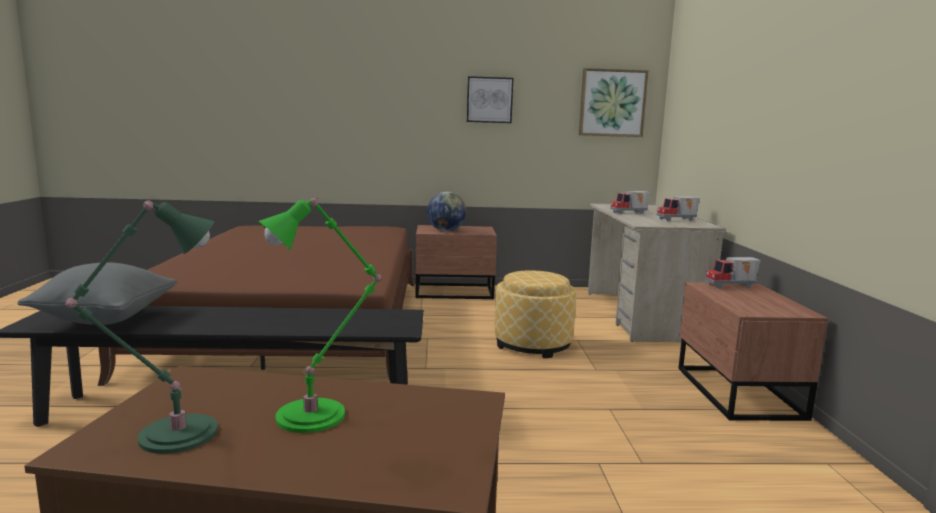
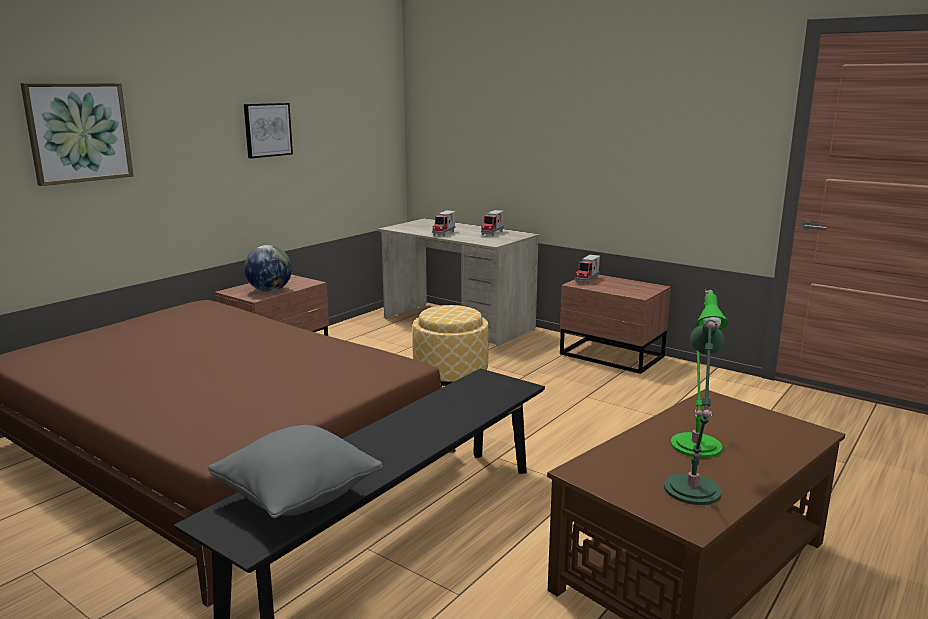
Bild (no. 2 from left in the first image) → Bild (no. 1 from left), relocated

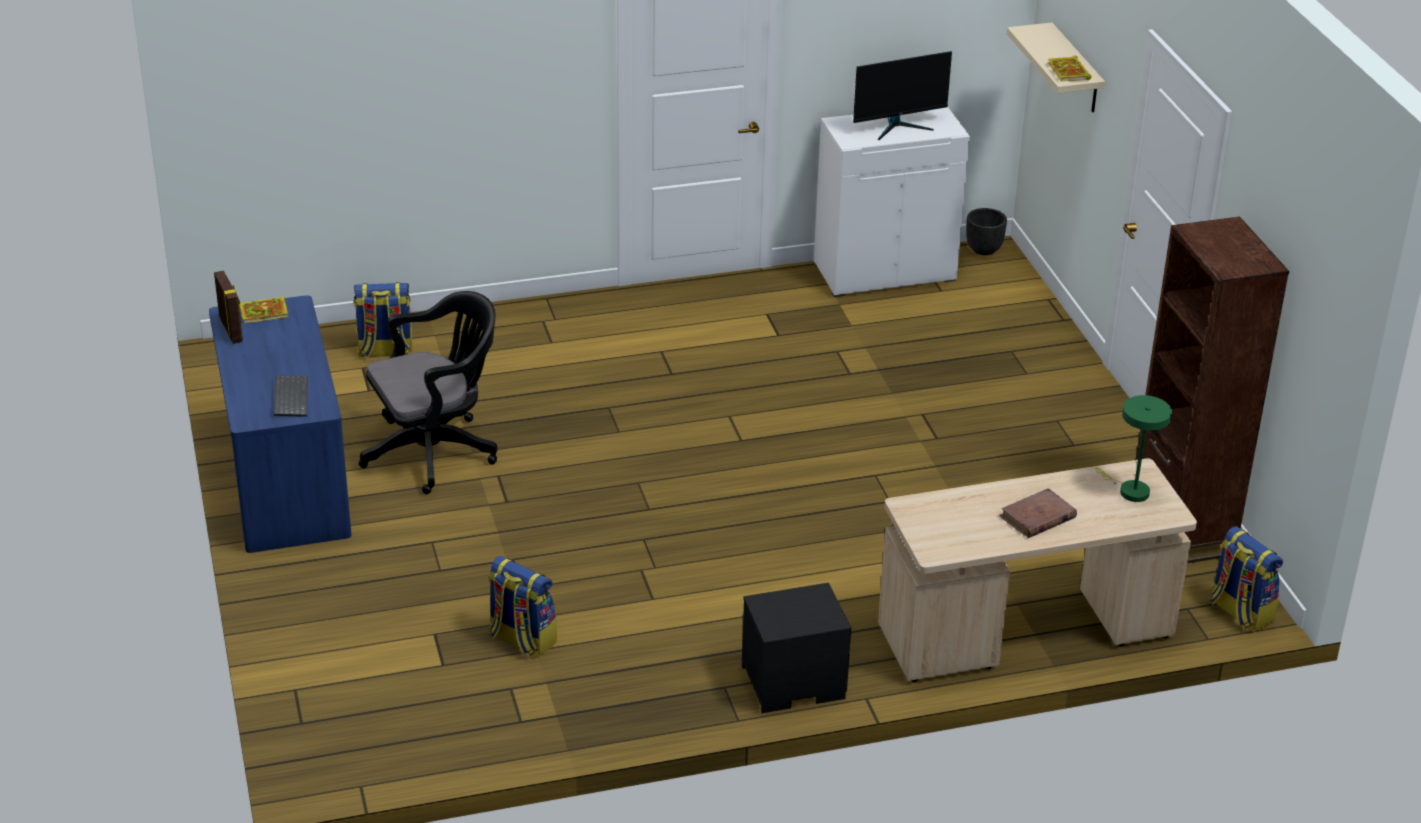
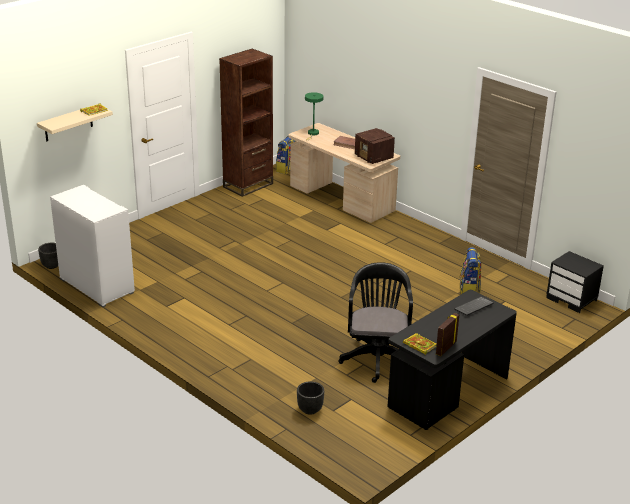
Rucksack (no. 1 from left) → Pflanzkübel [schwarz] (no. 2 from left)
Bürostuhl [schwarz], 60 degrees clockwise
- → Radio
Schreibtisch [blau] → Schreibtisch [schwarz]
Nachttisch [schwarz], relocated
Monitor → -

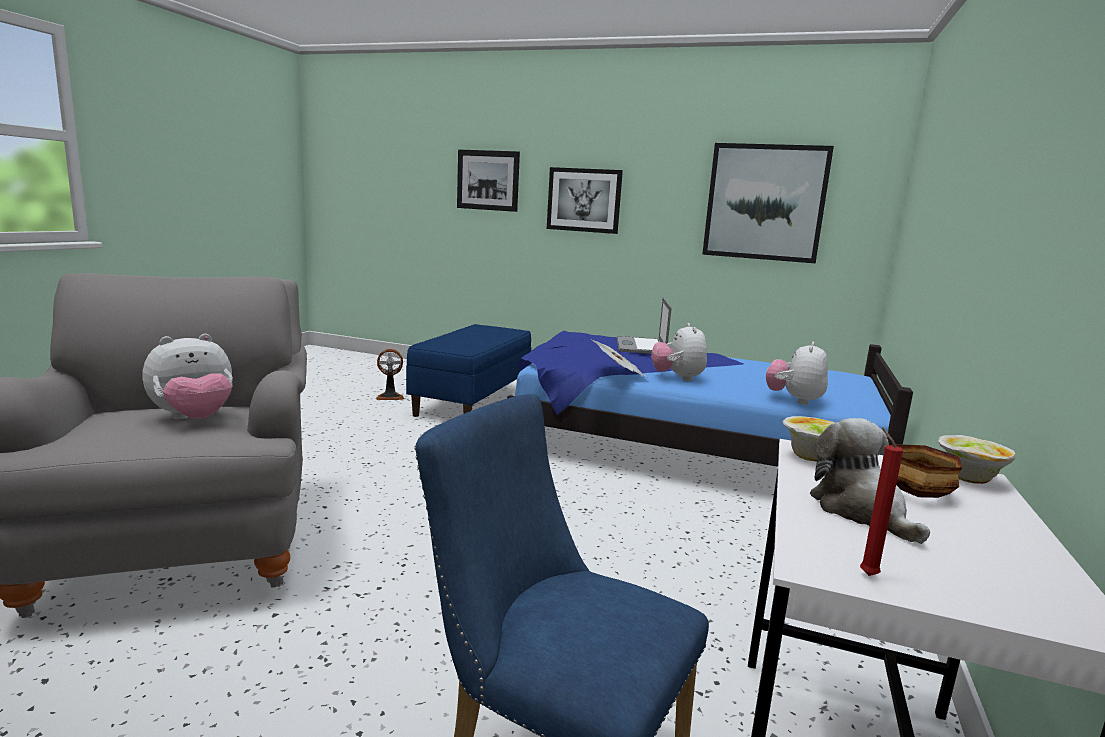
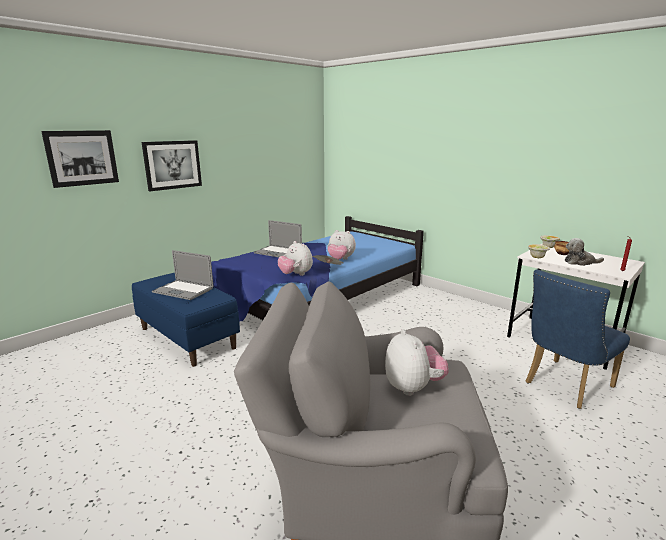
- → Laptop (no. 1 from left)
Plüschtier (no. 3 from left in the first image) → Plüschtier (no. 1 from left), relocated
Ventilator → -
Bild (no. 3 from left) → -

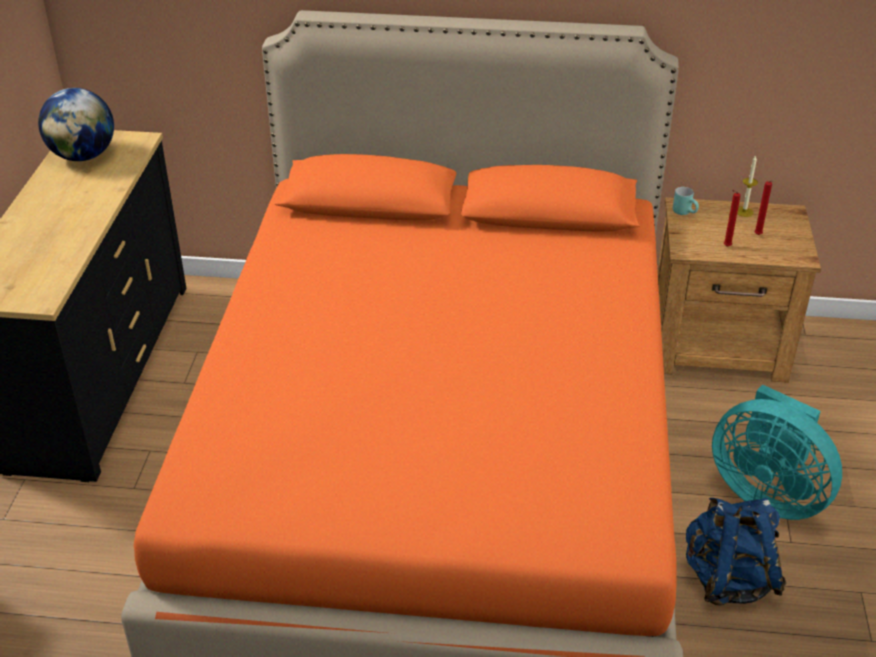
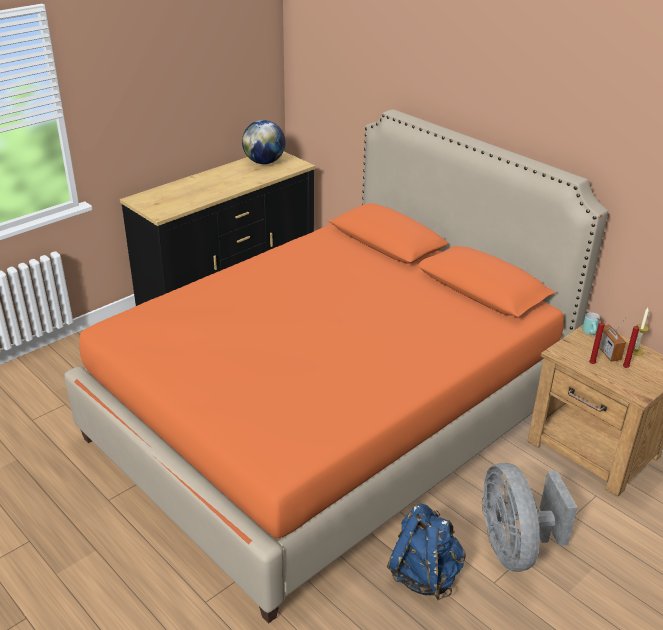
Ventilator [türkis] → Ventilator [grau]
- → Radio

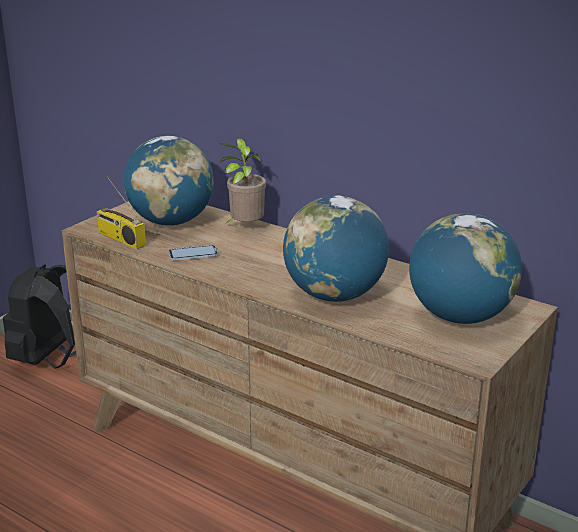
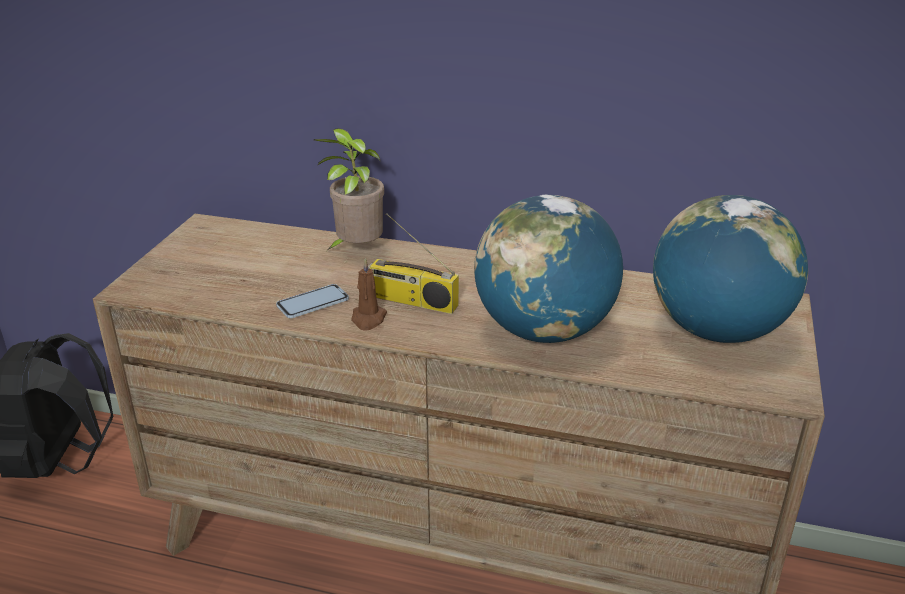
- → Kerze [braun]
Radio, relocated
Globus (no. 1 from left) → -

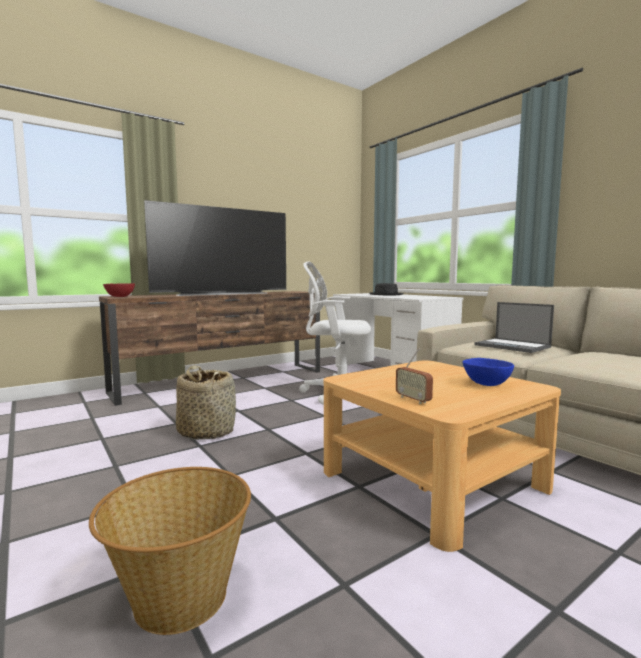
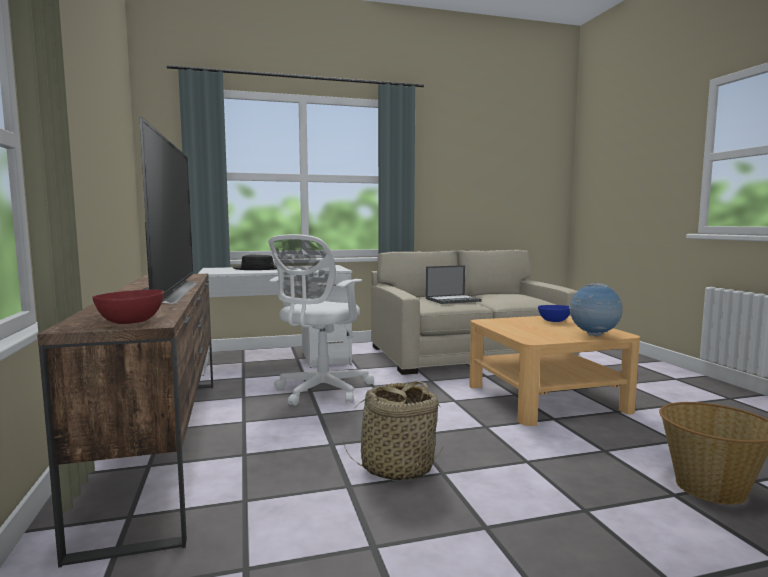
Radio → Globus

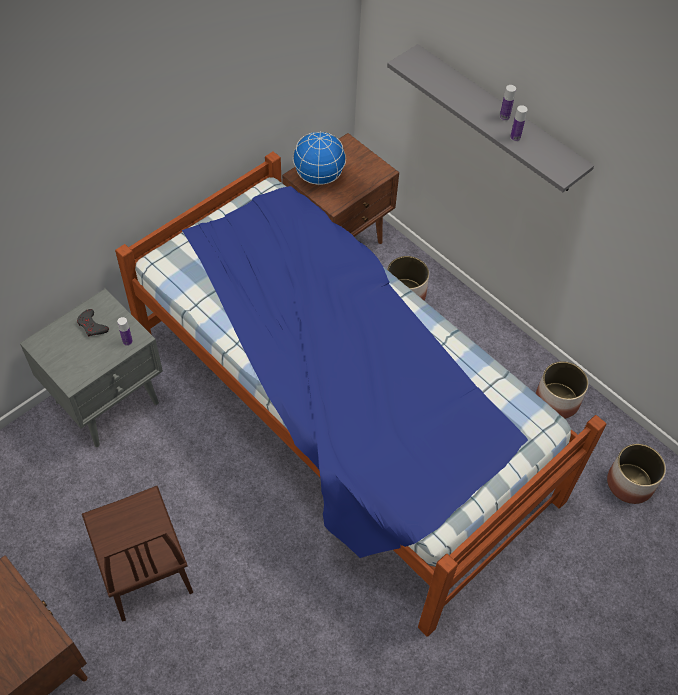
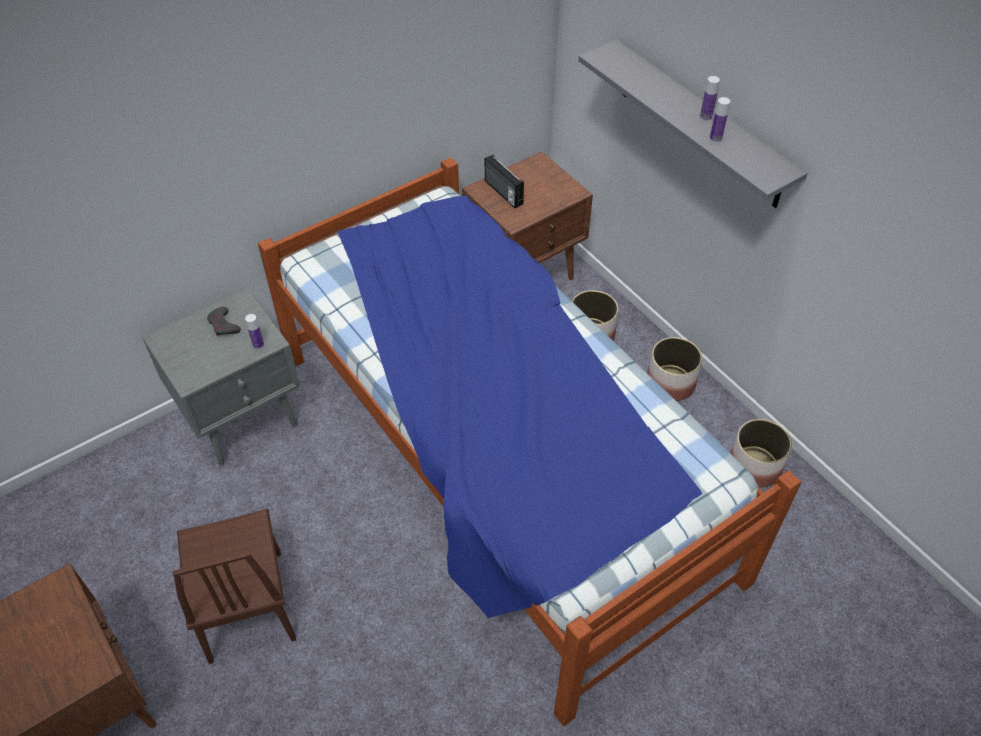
Globus → Radio
Pflanzkübel (no. 3 from left in the first image) → Pflanzkübel (no. 2 from left), relocated

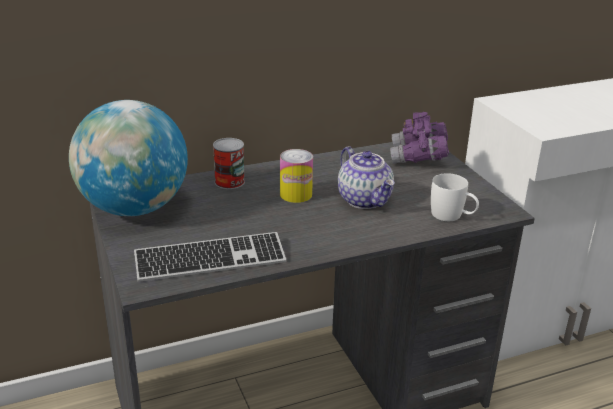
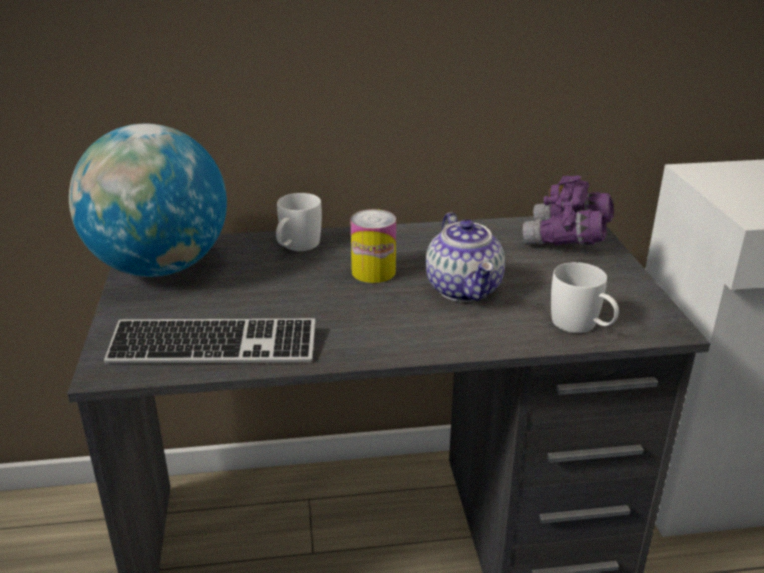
Dose (no. 1 from left) → Henkelbecher [weiß] (no. 1 from left)

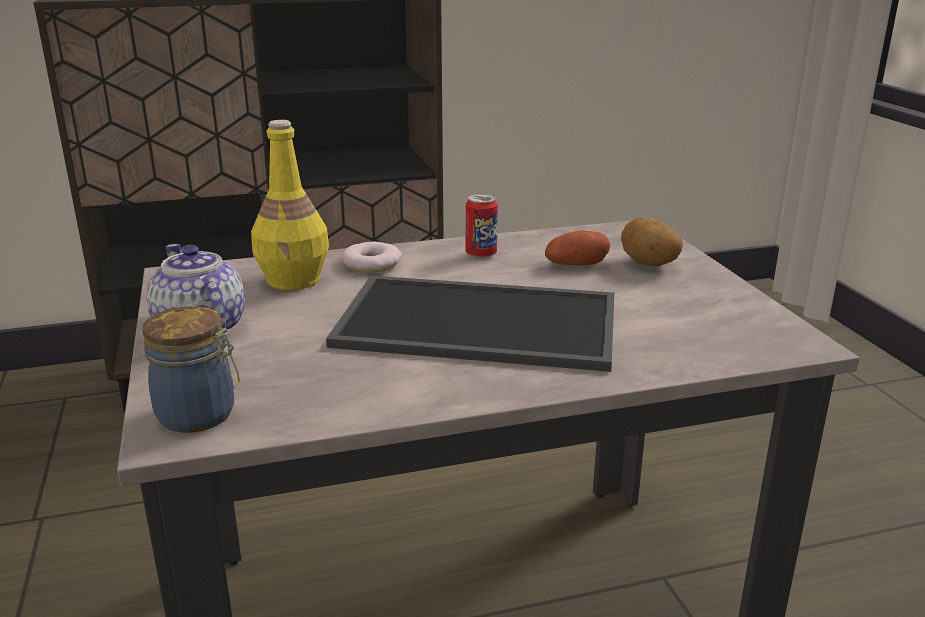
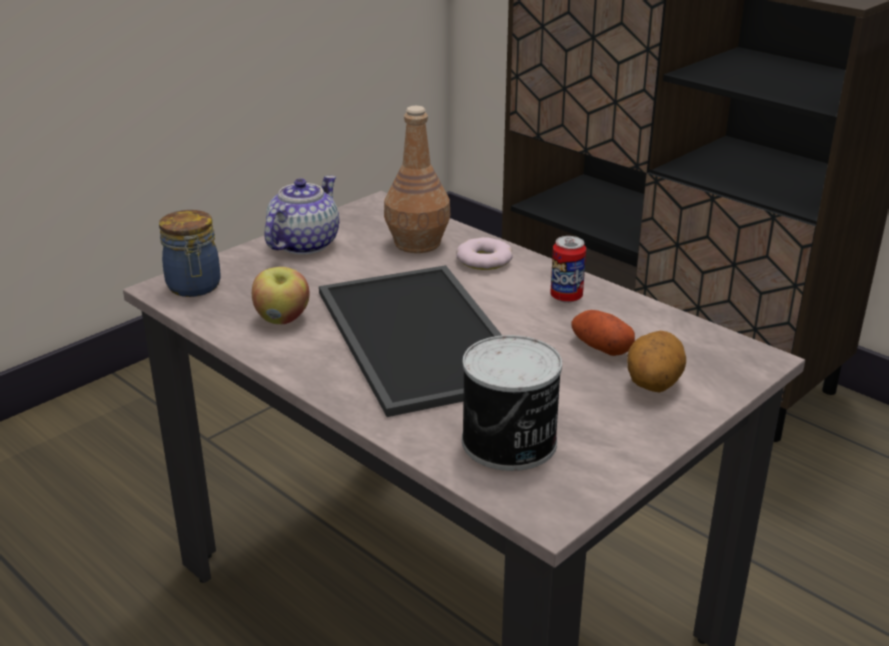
- → Apfel
Flasche [gelb] → Flasche [braun]
- → Dose (no. 1 from left)

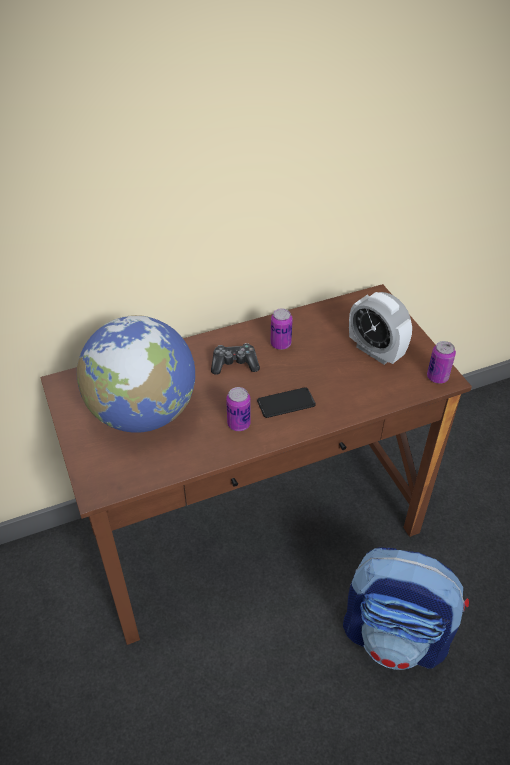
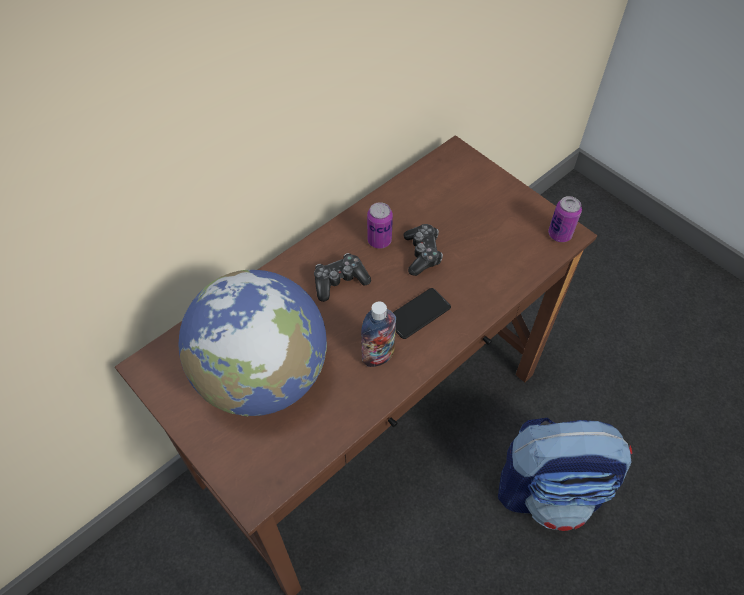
Dose (no. 1 from left) → Flasche
- → Gamepad (no. 2 from left)
Wecker → -

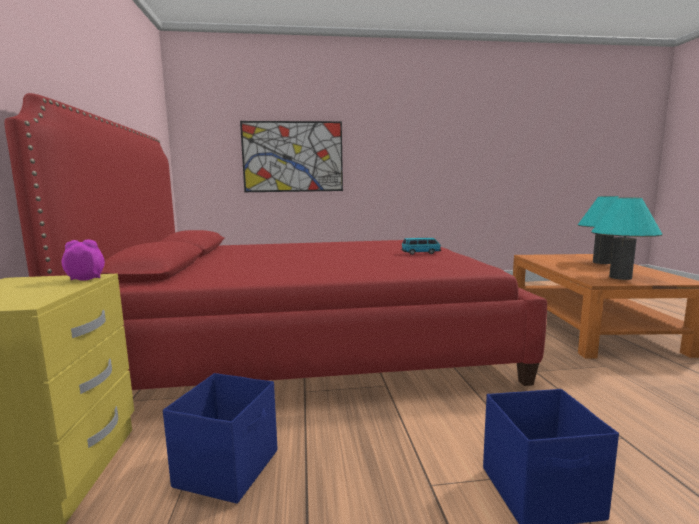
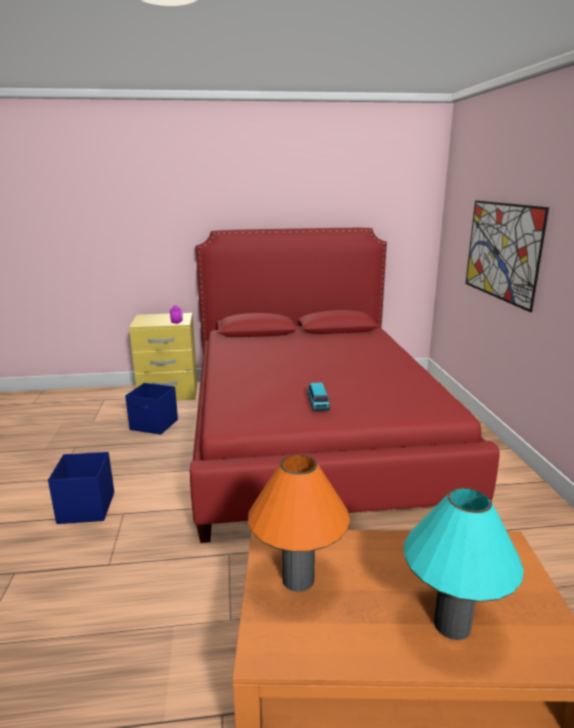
Tischlampe [türkis] (no. 2 from left) → Tischlampe [orange]

